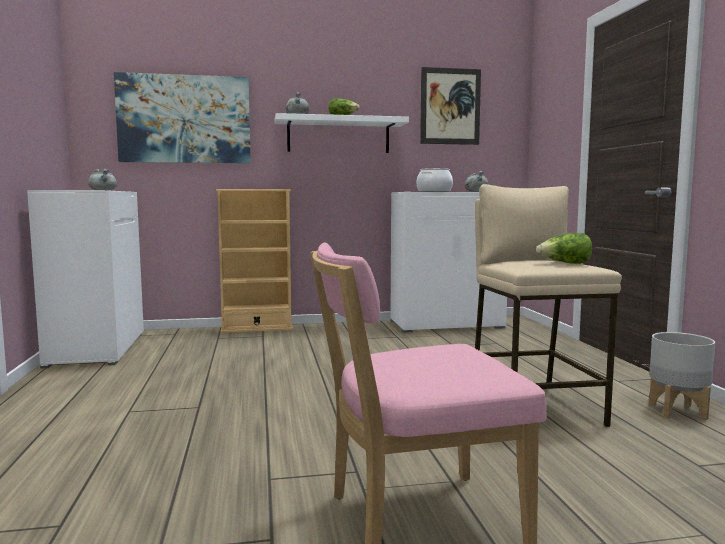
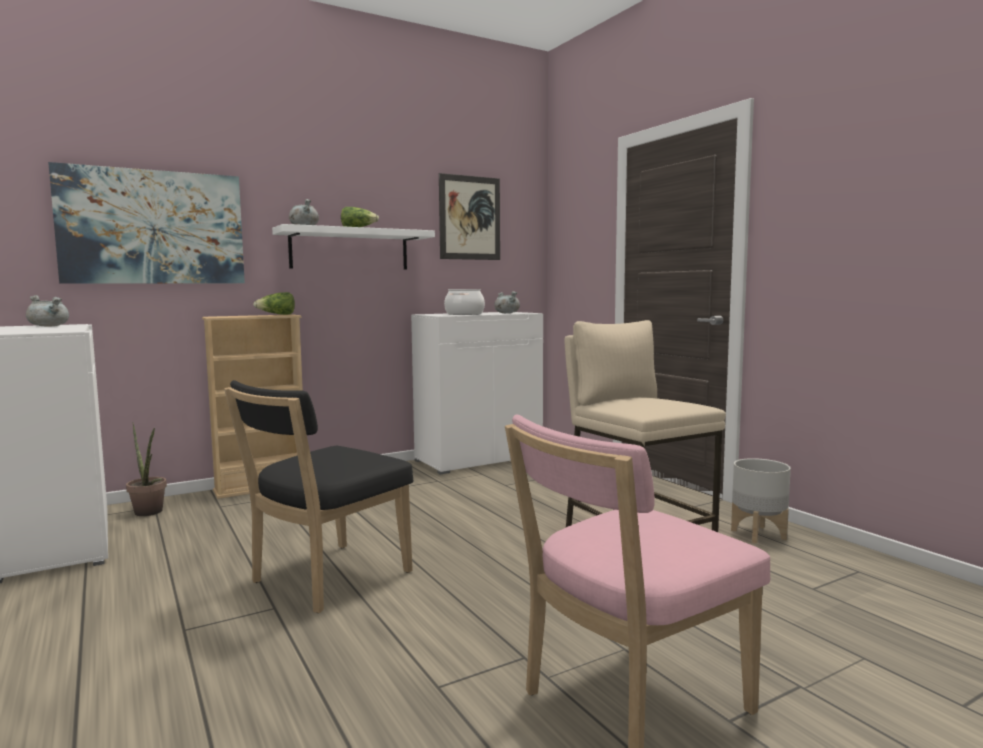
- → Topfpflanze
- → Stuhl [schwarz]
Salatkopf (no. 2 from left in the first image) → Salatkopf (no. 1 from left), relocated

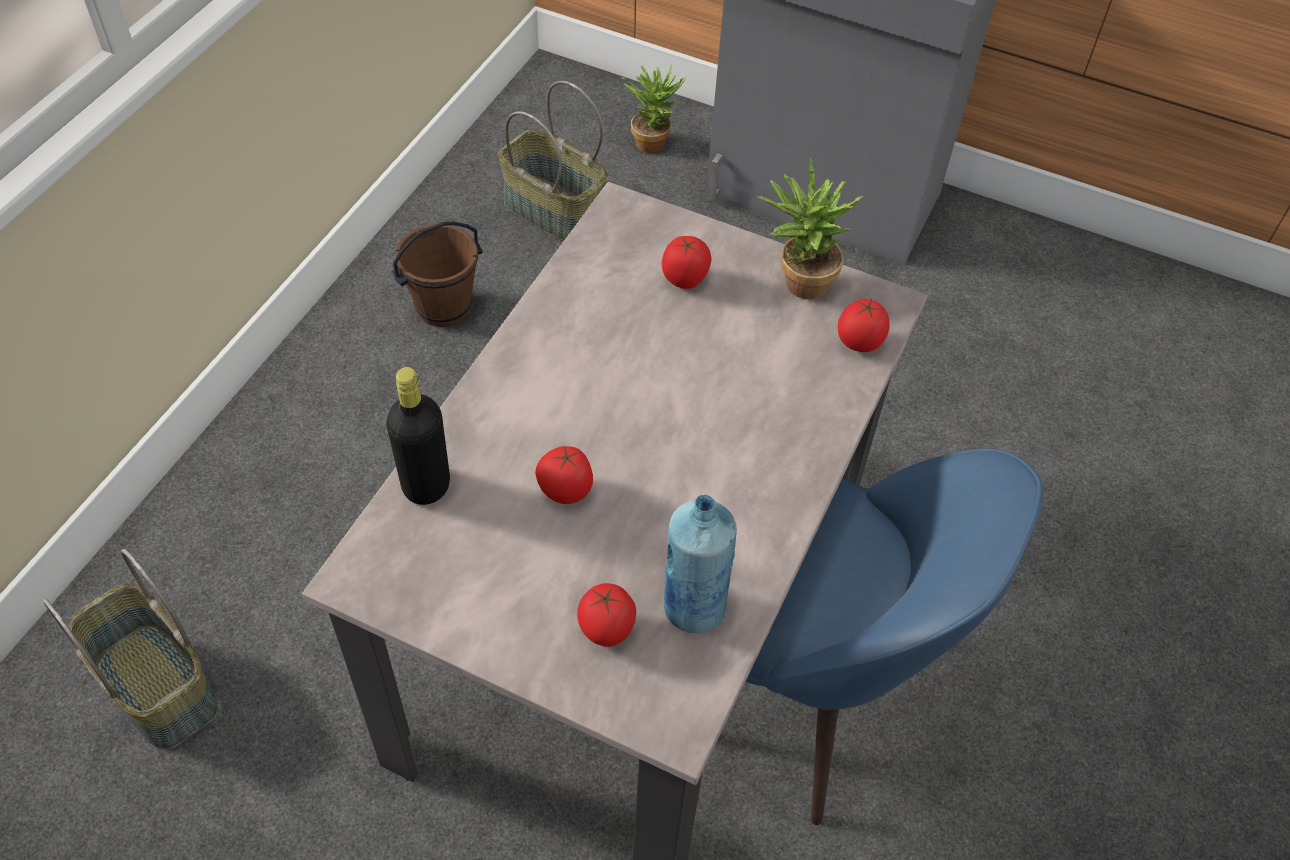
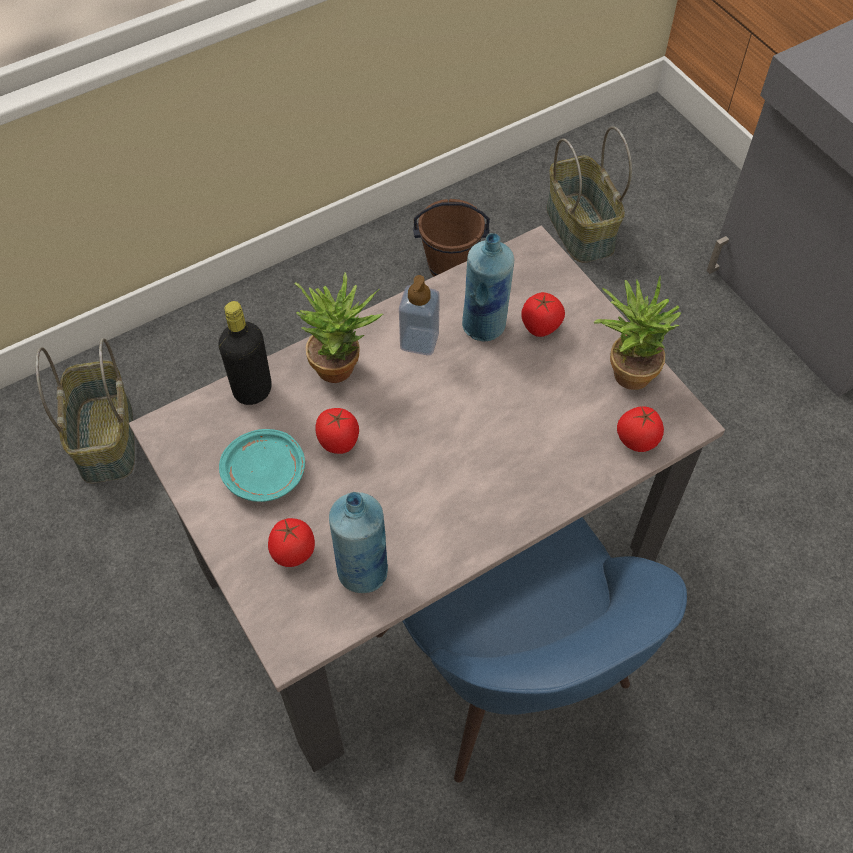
- → Teller [türkis]
Topfpflanze (no. 1 from left), relocated
- → Seifenspender
- → Flasche [blau] (no. 2 from left)

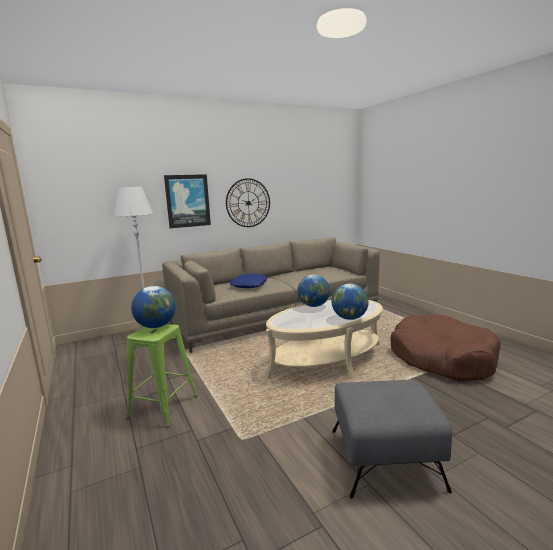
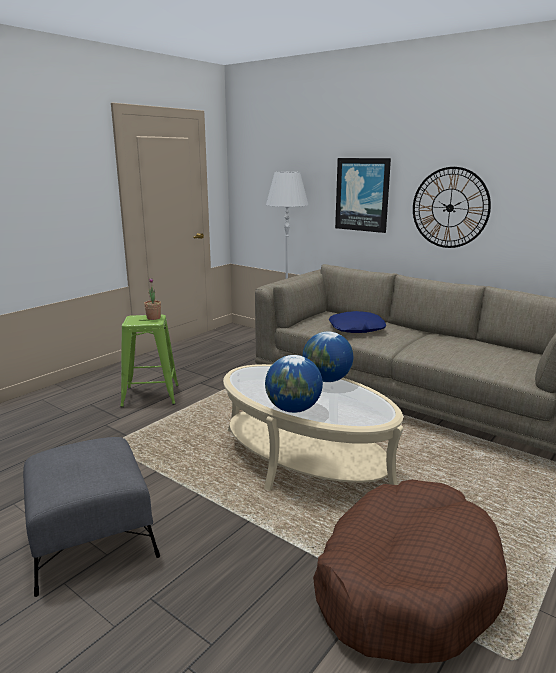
Globus (no. 1 from left) → Topfpflanze

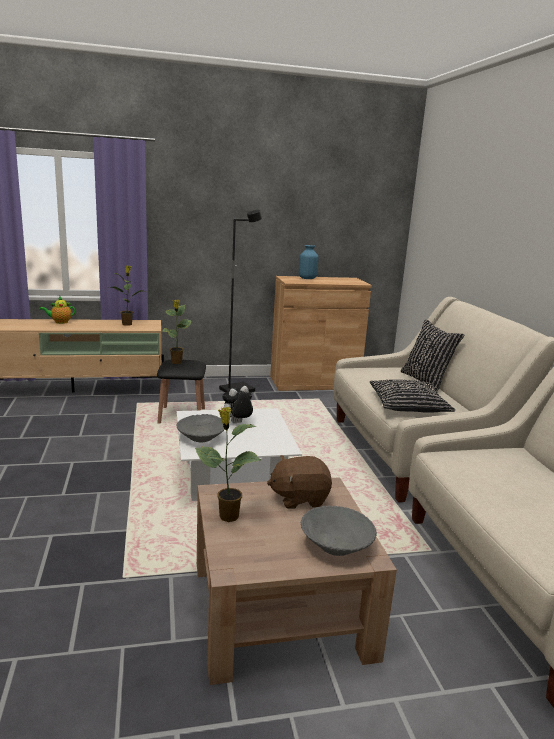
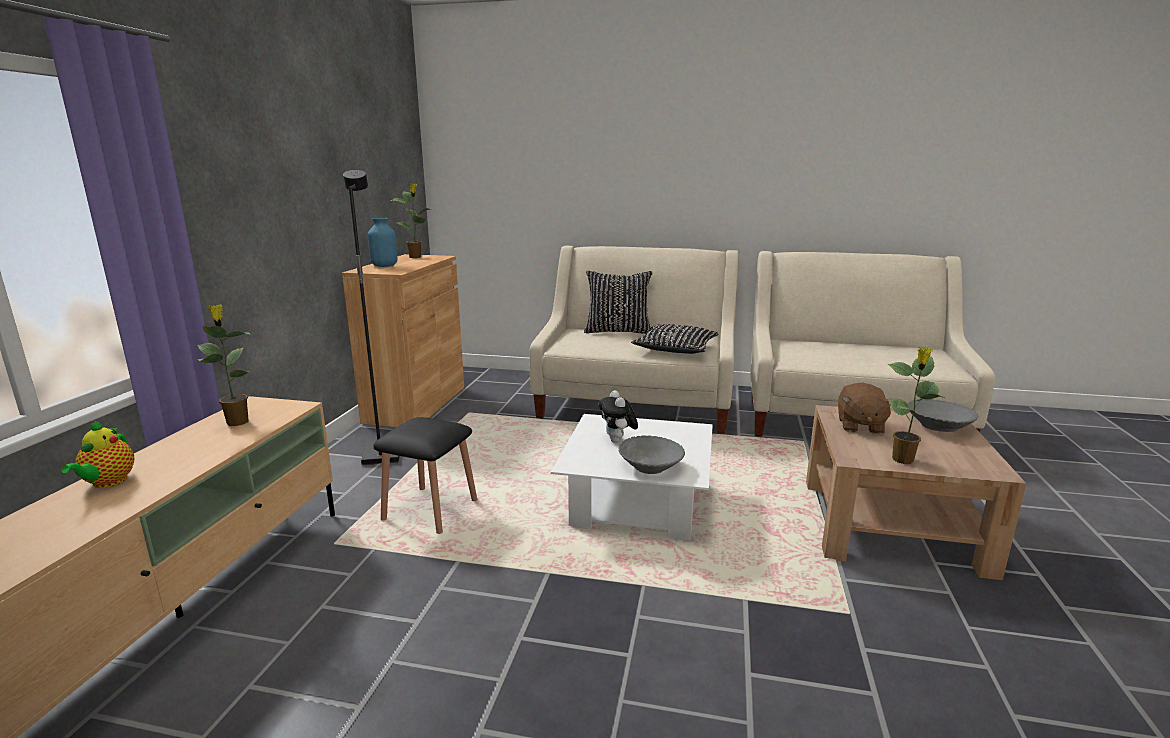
Topfpflanze (no. 2 from left), relocated

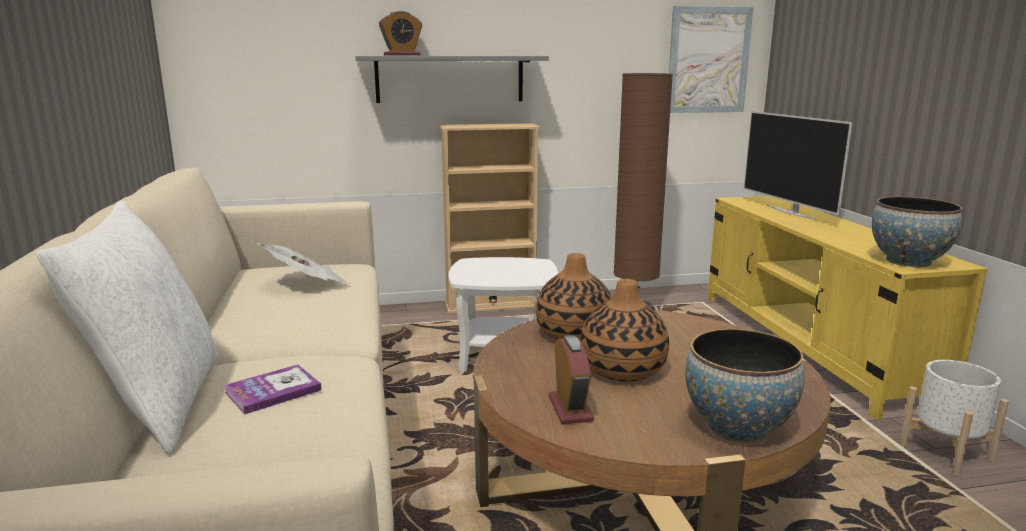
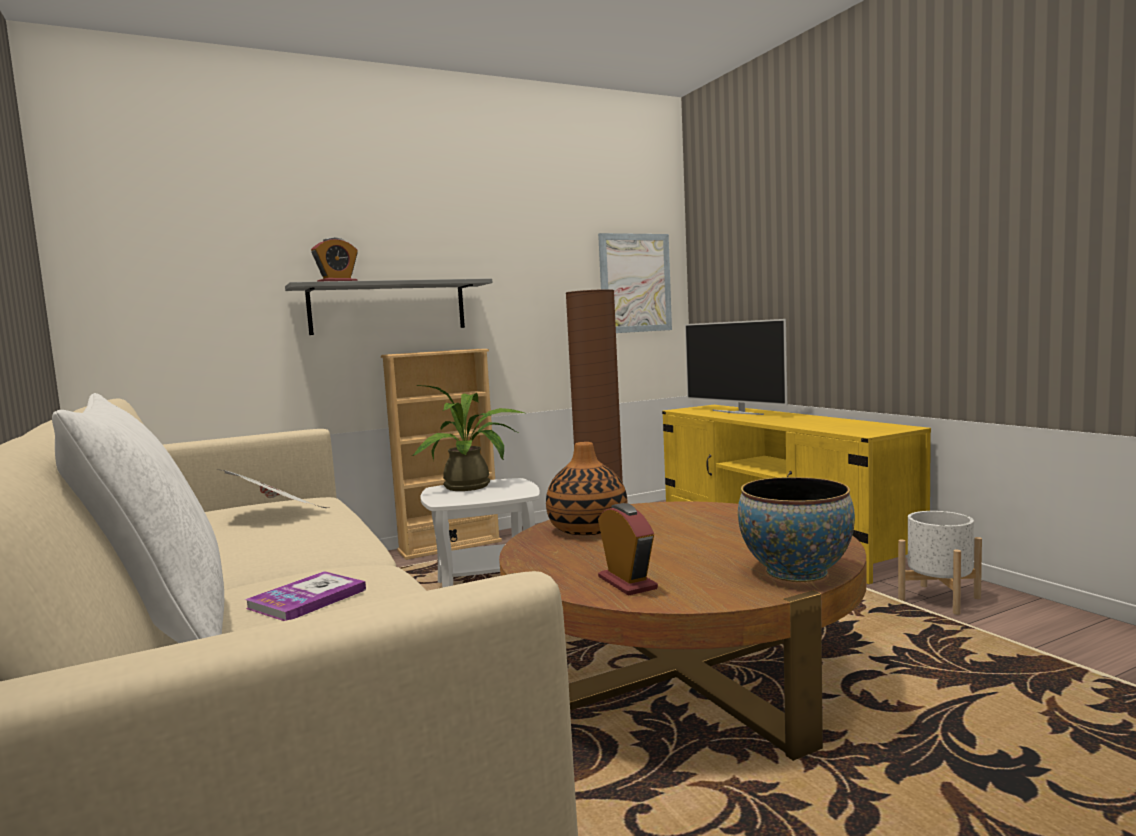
- → Topfpflanze
Vase (no. 2 from left) → -
Schüssel (no. 2 from left) → -

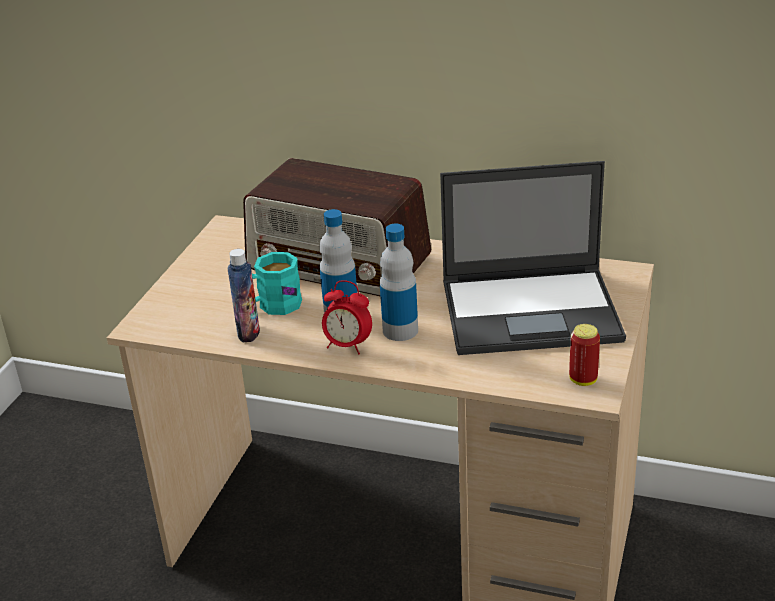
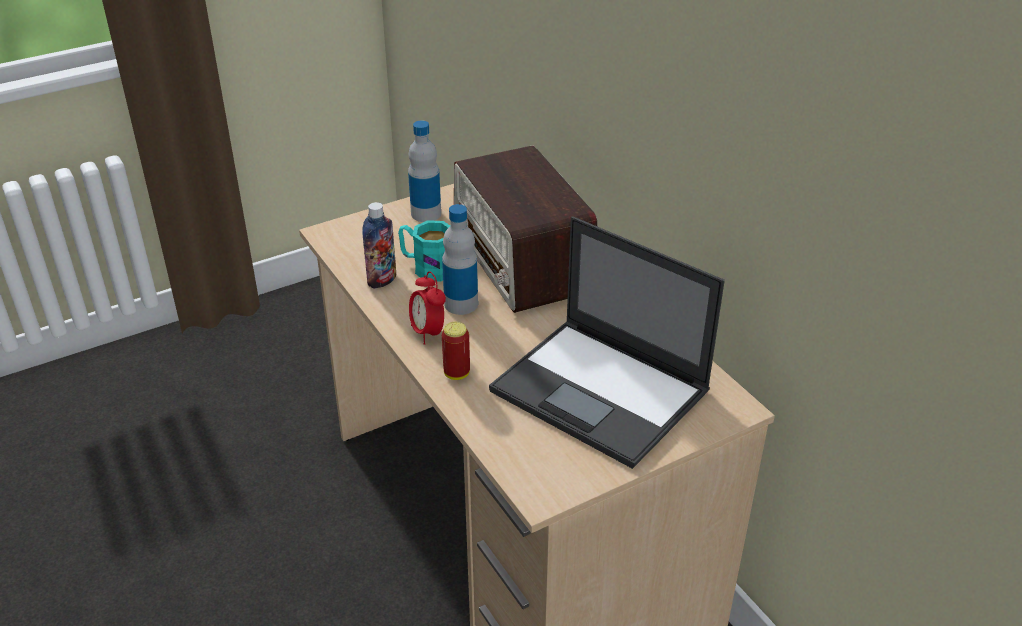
Flasche (no. 3 from left in the first image) → Flasche (no. 2 from left), relocated
Dose, relocated

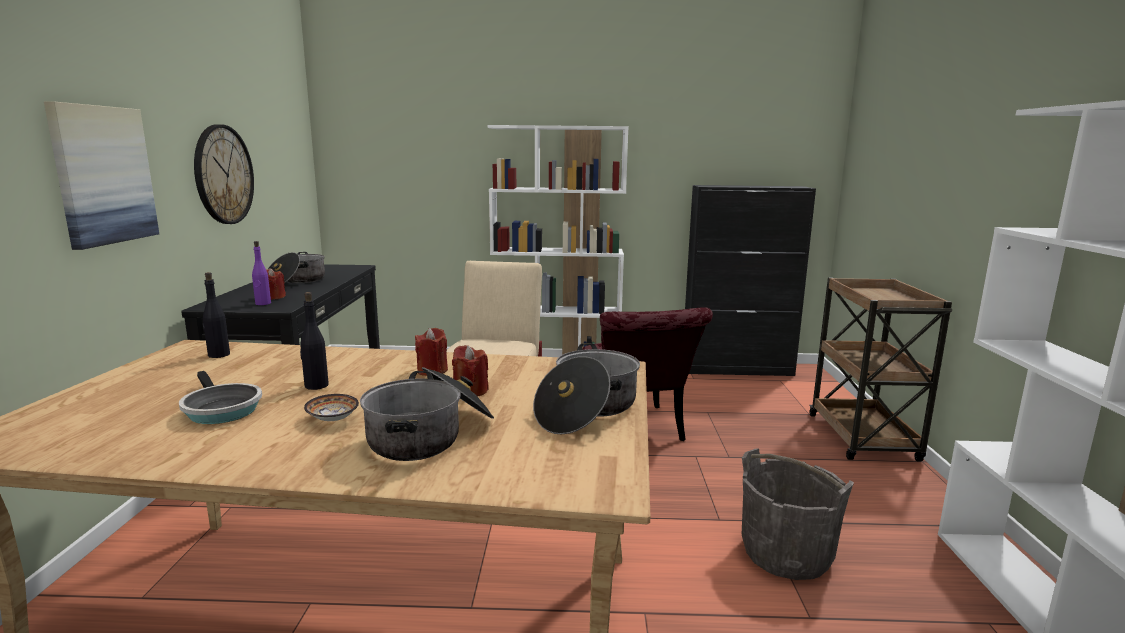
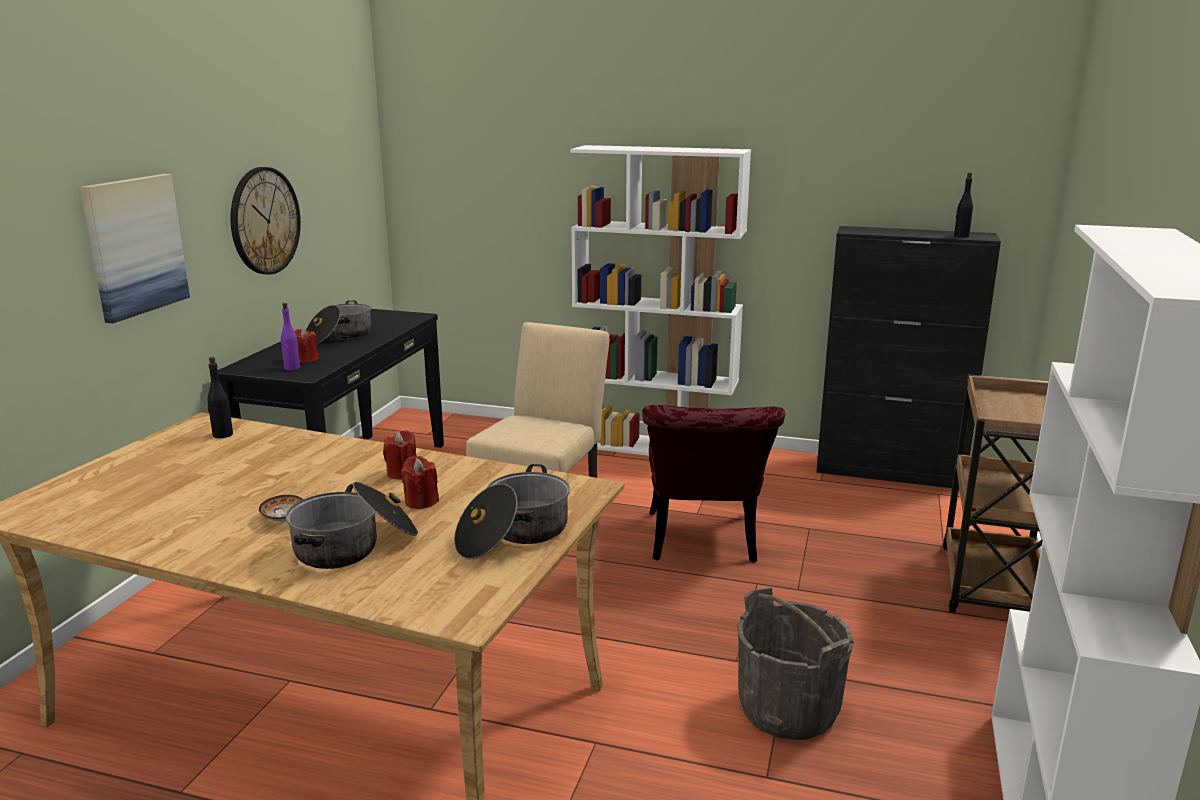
Flasche [schwarz] (no. 2 from left), relocated
Pfanne → -

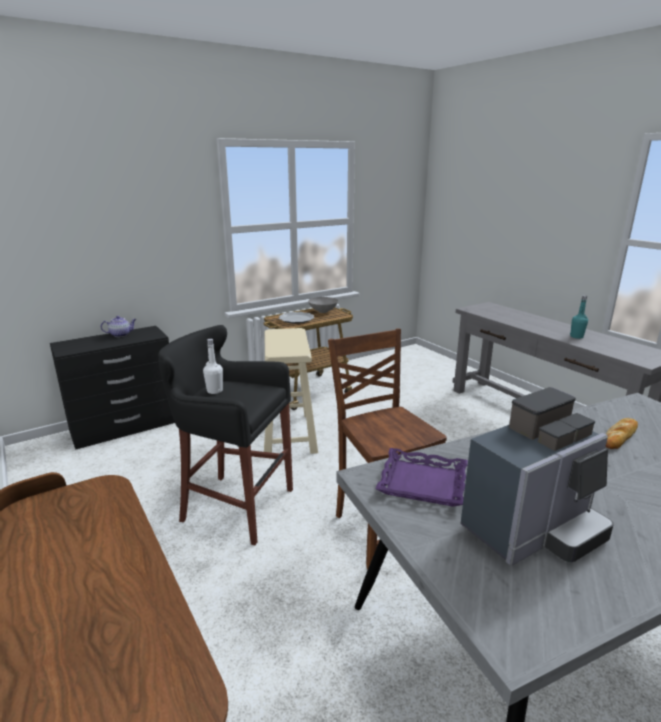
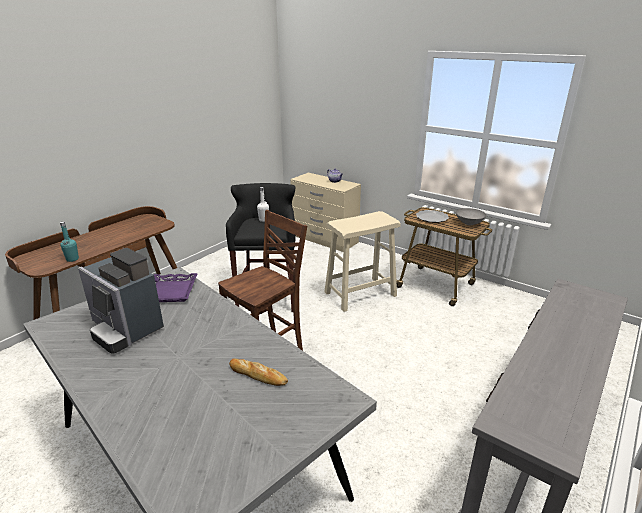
Flasche [türkis], relocated
Kommode [schwarz] → Kommode [beige]

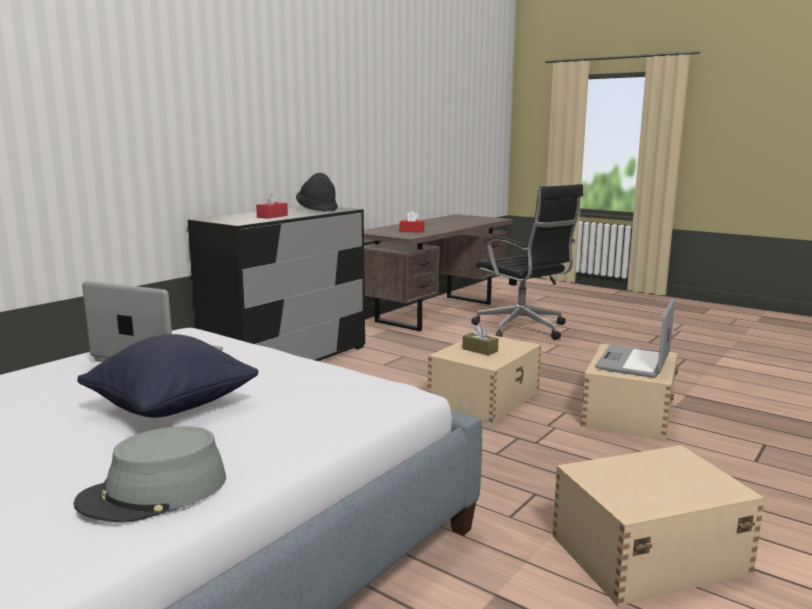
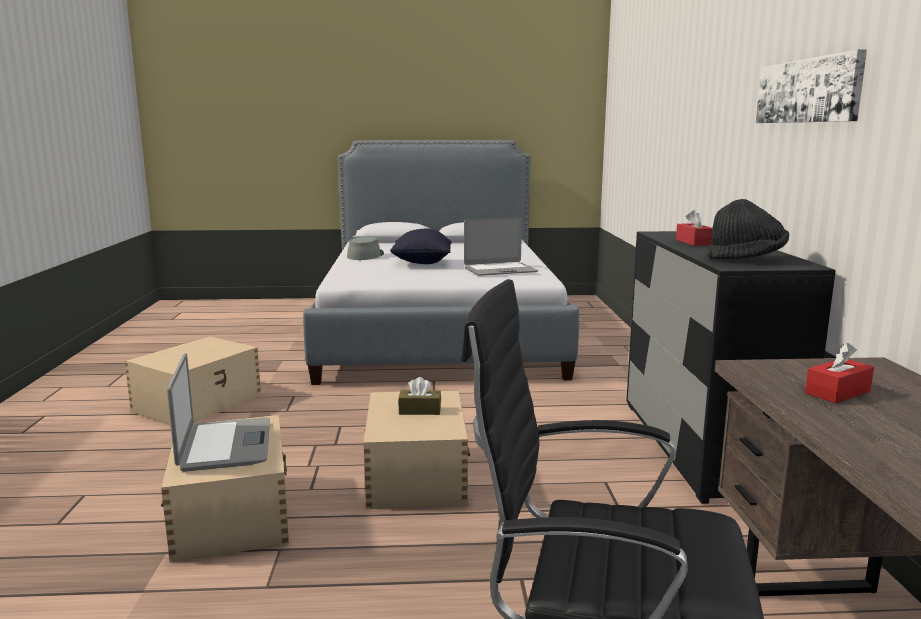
- → Bild

